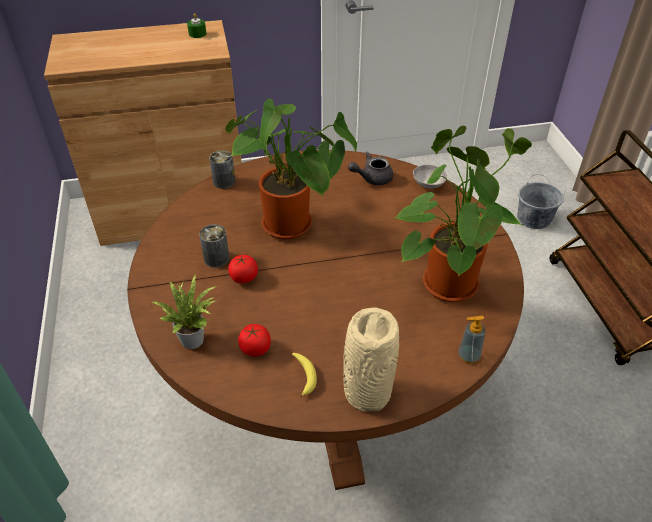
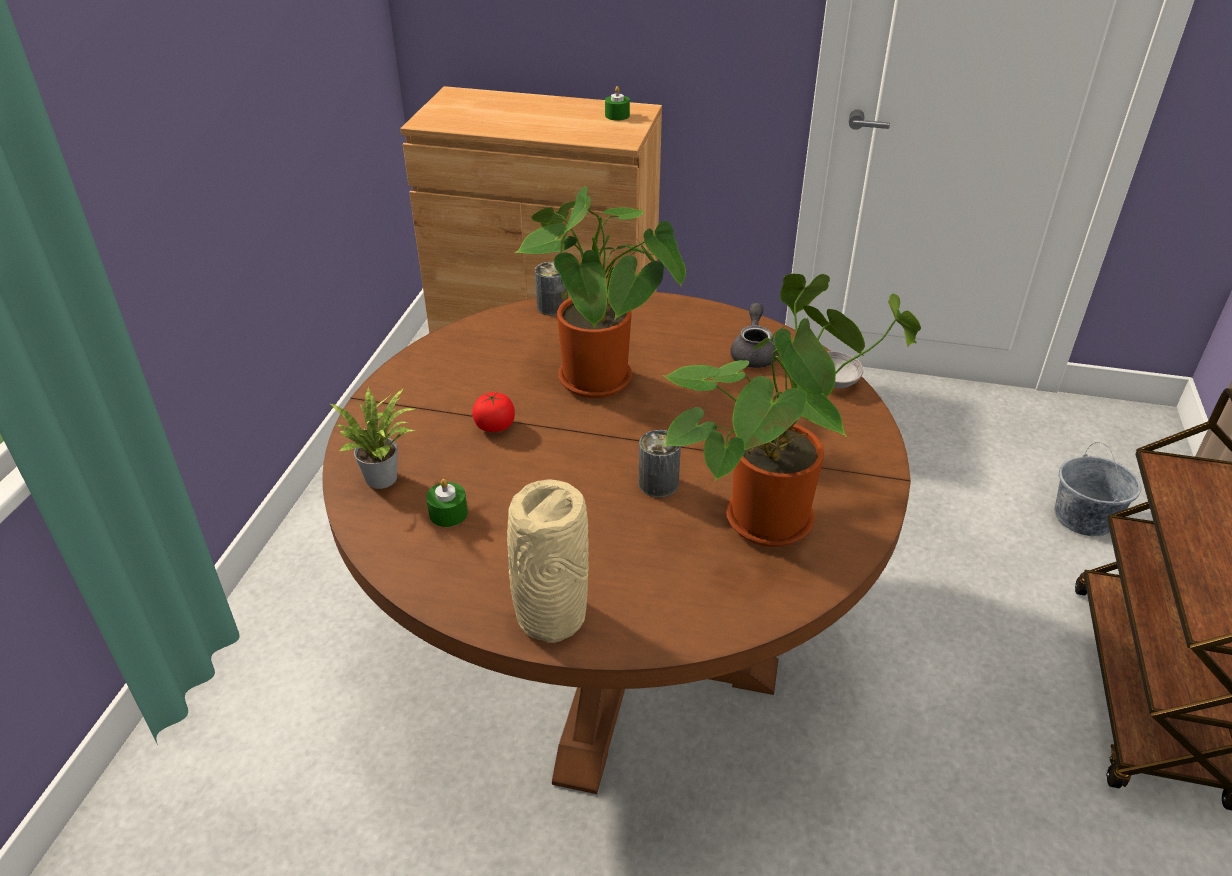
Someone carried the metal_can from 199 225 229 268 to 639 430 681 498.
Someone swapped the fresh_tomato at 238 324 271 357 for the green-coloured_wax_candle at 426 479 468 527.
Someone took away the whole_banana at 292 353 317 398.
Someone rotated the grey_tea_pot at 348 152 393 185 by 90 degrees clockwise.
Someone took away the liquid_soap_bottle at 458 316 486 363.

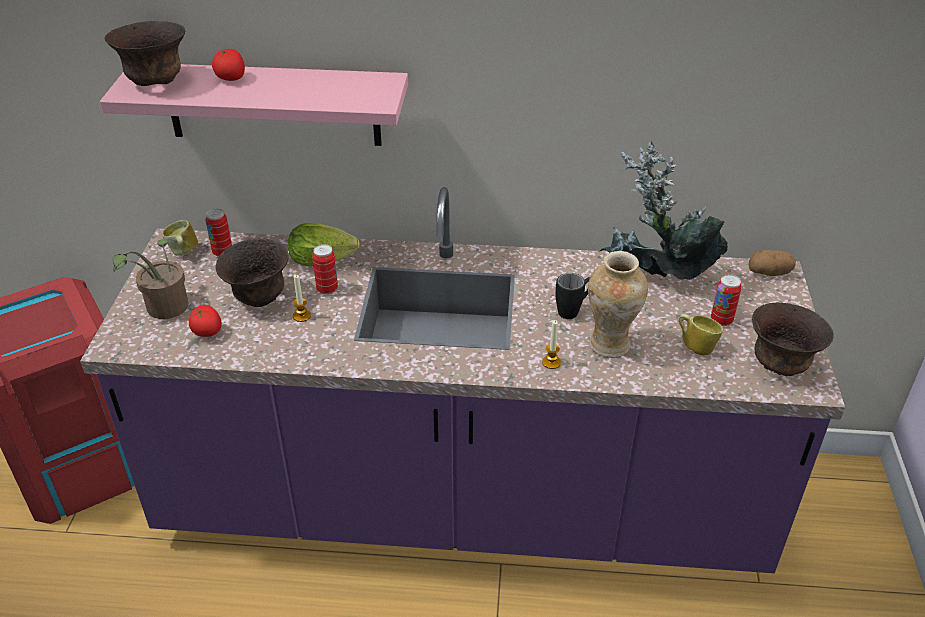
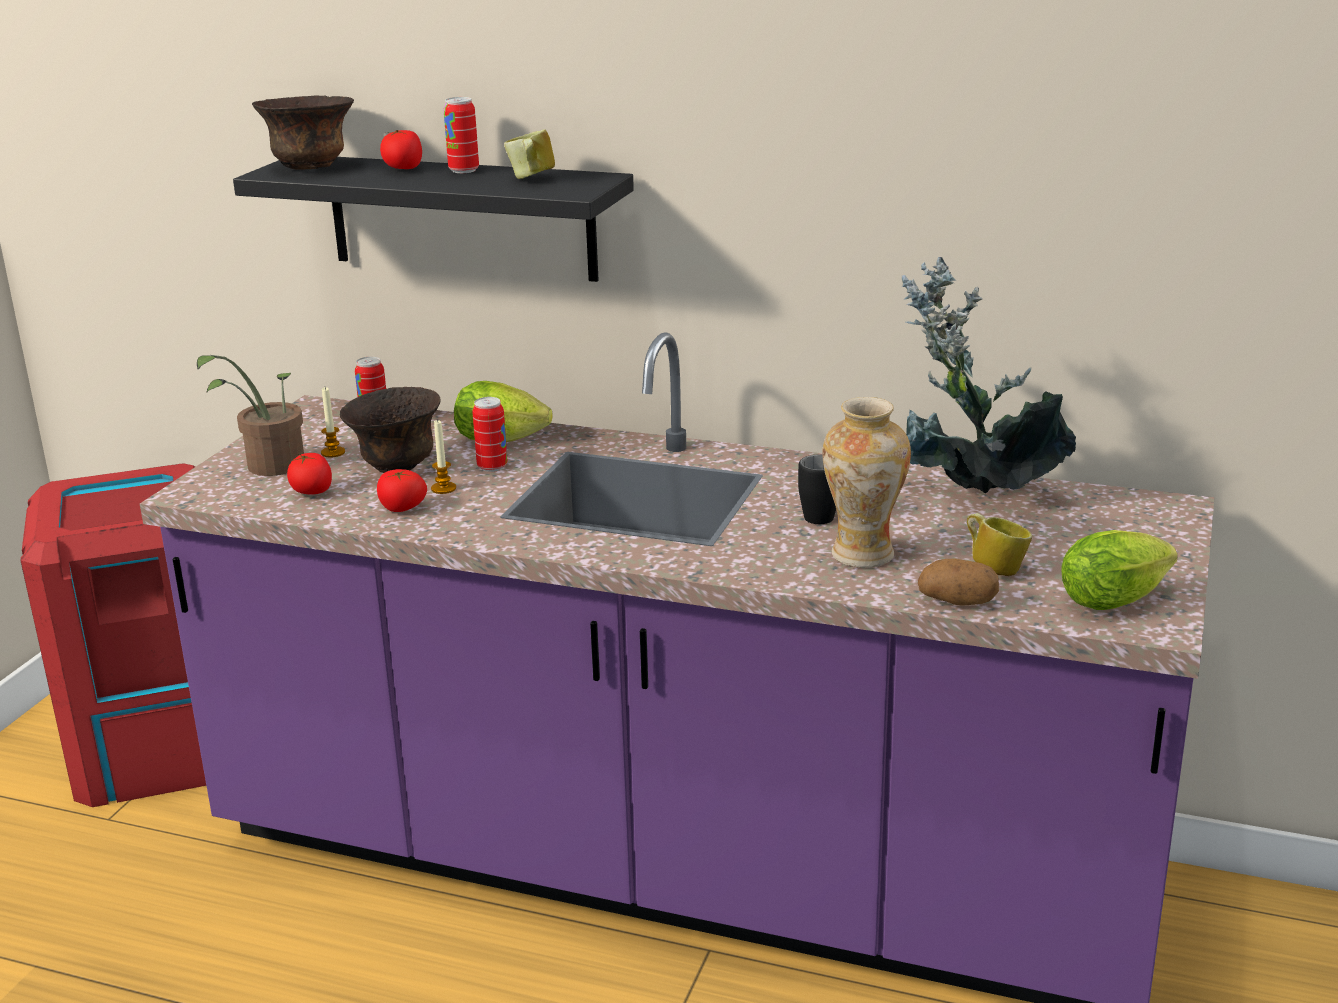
Someone repainted the pinkish_shelf at 100 64 408 146, which became the black-coloured_shelf at 233 157 634 282.
Someone carried the mug from 162 220 198 256 to 504 130 555 179.
Someone carried the wax_candle from 542 320 561 369 to 321 387 345 457.
Someone carried the metal_can from 711 274 742 326 to 444 97 479 173.
Someone carried the potato from 749 250 796 276 to 918 559 999 606.
Someone swapped the brown-coloured_bowl at 752 303 834 376 for the lettuce at 1061 530 1178 610.
Someone put down the fresh_tomato at 377 469 427 512.

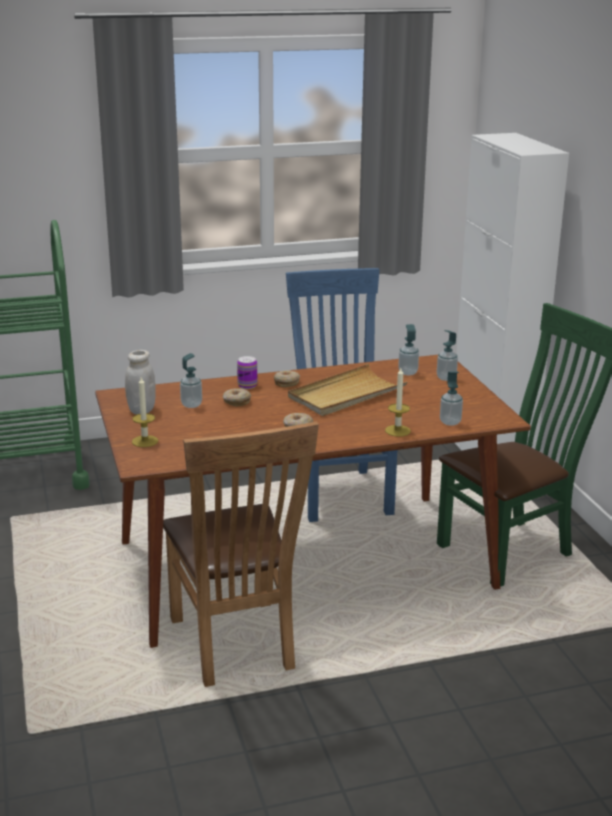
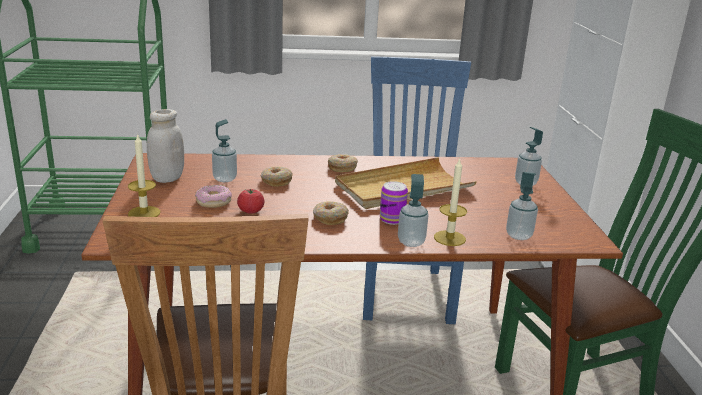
Someone carried the metal_can from 237 356 257 389 to 380 181 408 225.
Someone carried the liquid_soap_bottle from 398 324 419 375 to 398 174 429 247.
Someone put down the donut at 195 185 232 208.
Someone put down the fresh_tomato at 237 189 265 214.

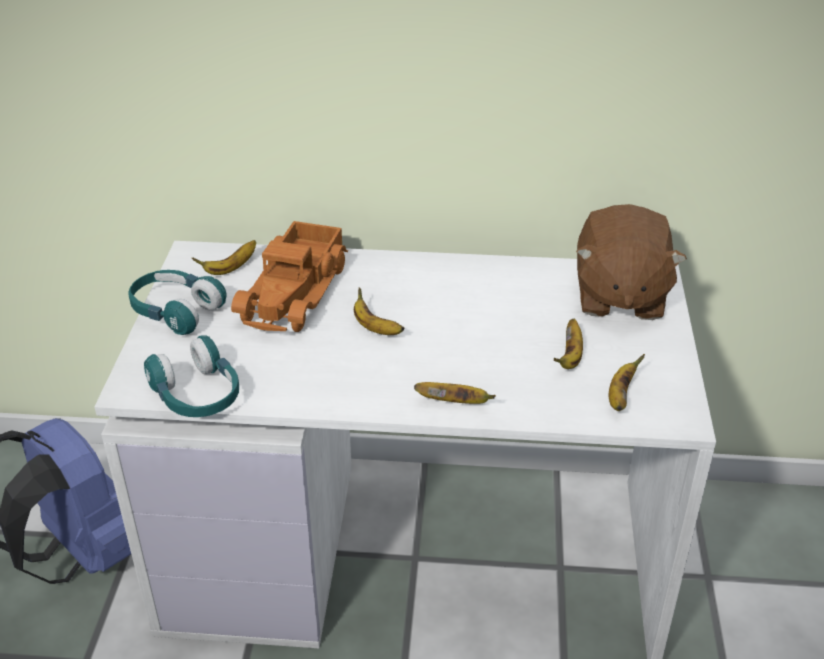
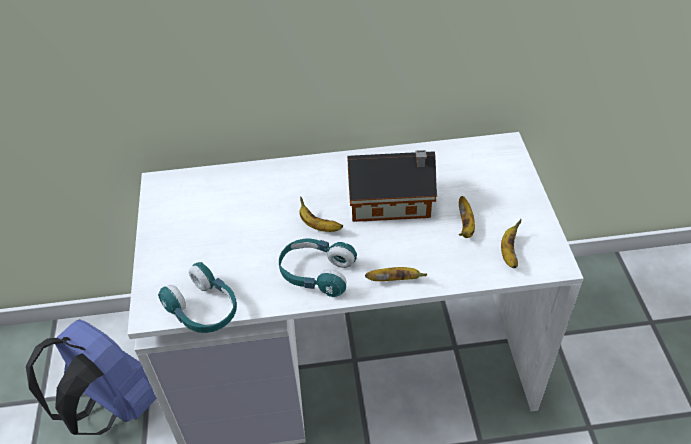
Someone carried the blue-green_headphones from 129 270 226 335 to 279 239 357 297.
Someone took away the whole_banana at 192 240 256 275.
Someone took away the toy_lorry at 231 221 348 332.
Someone took away the brown-coloured_plush_toy at 576 204 687 320.
Someone put down the toy_house at 347 150 437 222.

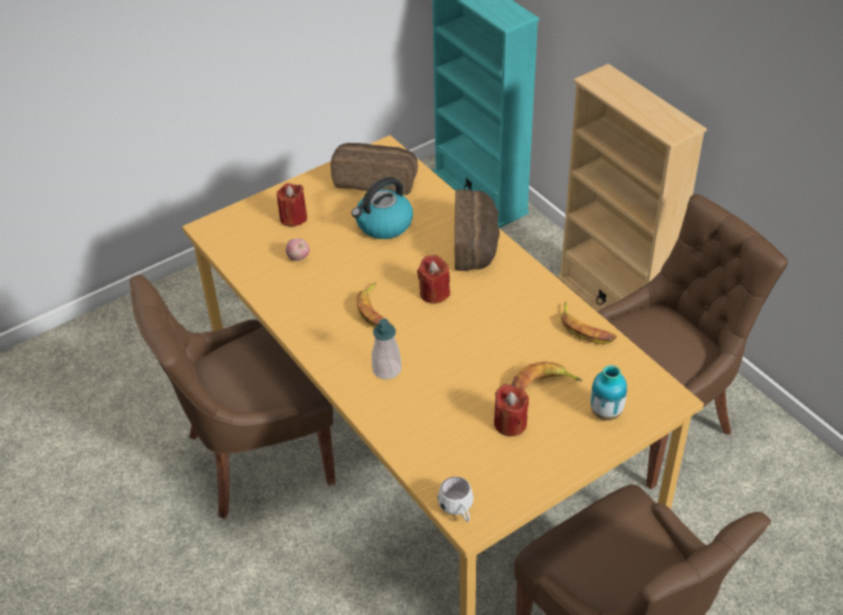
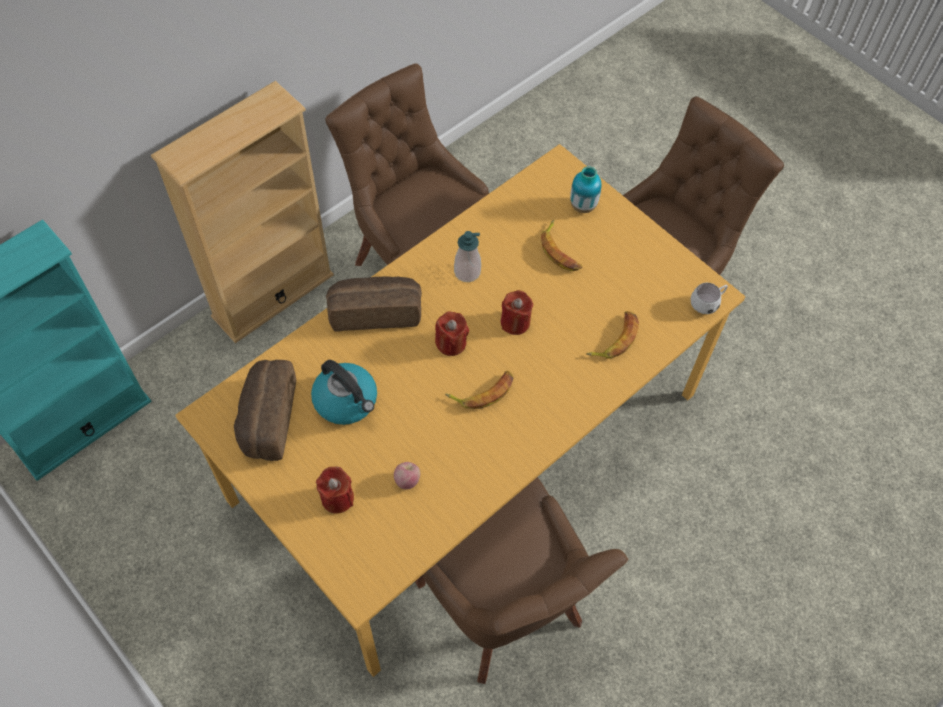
Someone carried the liquid_soap_bottle from 372 319 402 380 to 454 231 481 282.
Someone carried the reddish_wax_candle from 494 384 529 436 to 501 290 533 335.
Someone carried the whole_banana from 560 301 617 344 to 586 311 639 359.

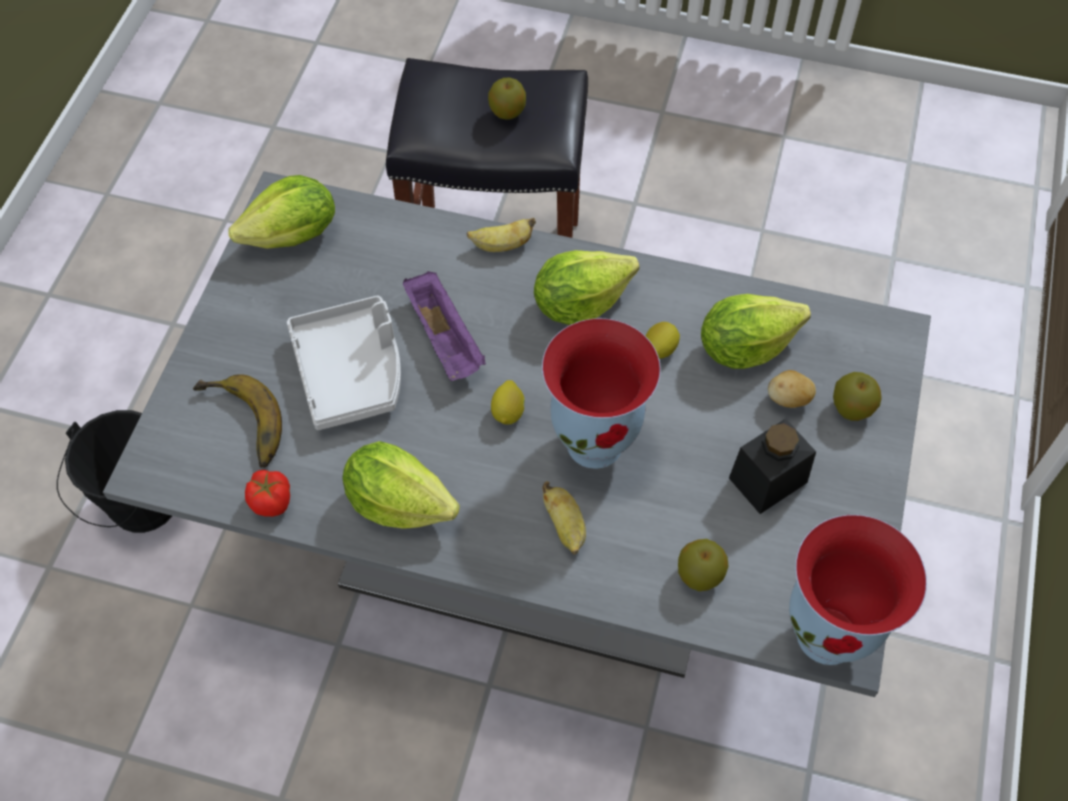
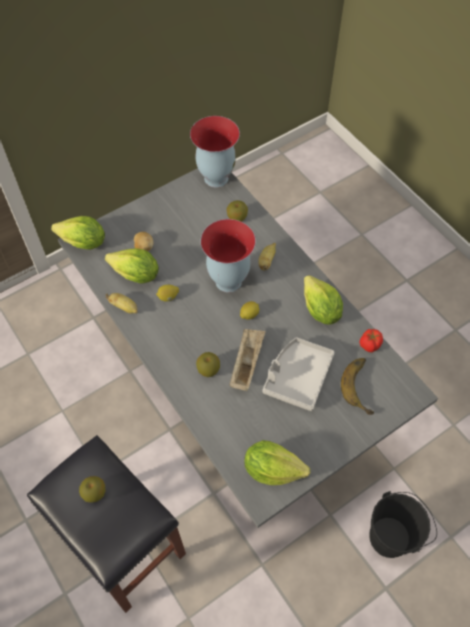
Someone repainted the purple_carrying_tray at 403 271 486 381, which became the beige_carrying_tray at 229 329 265 391.
Someone carried the whole_banana from 467 218 536 252 to 106 293 138 314.
Someone carried the lettuce from 534 250 639 325 to 51 216 105 250.
Someone took away the black-coloured_storage_jar at 729 419 816 514.
Someone carried the apple from 833 372 882 421 to 196 352 220 377.

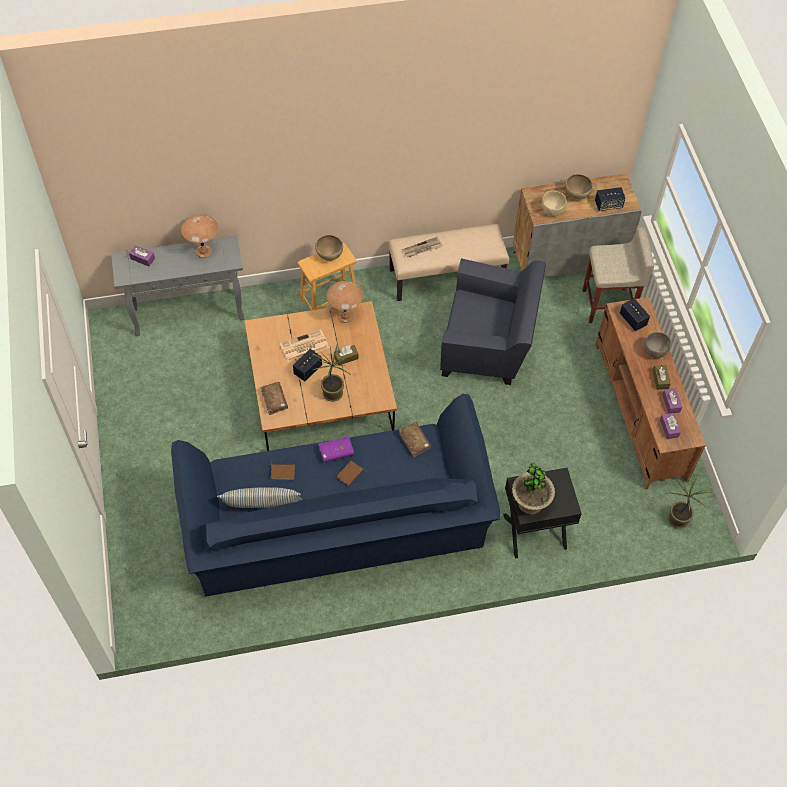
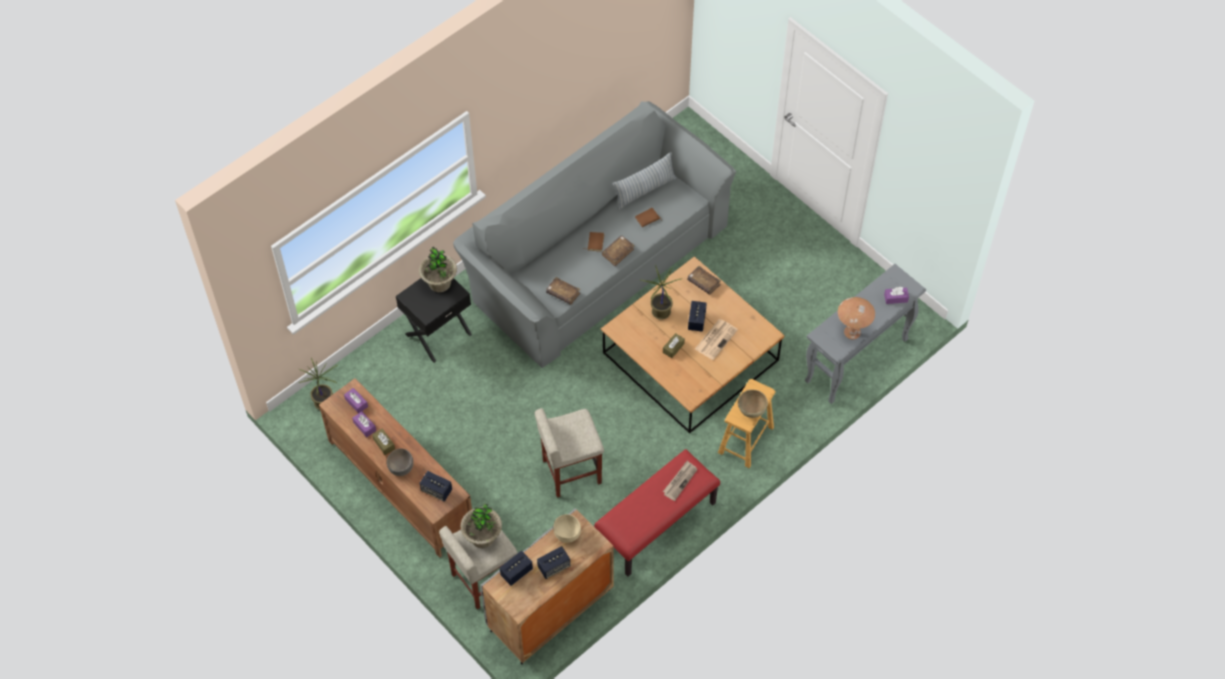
Someone repainted the blue_settee at 171 394 500 597, which became the grey_settee at 453 101 736 368.
Someone repainted the purple_bound_book at 318 436 354 463, which became the brown-coloured_bound_book at 602 236 635 266.
Someone took away the brown-coloured_lamp_for_a_table at 326 281 363 323.
Someone repainted the beige_bench at 388 224 509 301, which became the reddish_bench at 594 449 720 577.
Someone swapped the blue_easy_chair at 440 258 546 385 for the beige_stool_seat at 535 408 604 498.
Someone swapped the brown-coloured_bowl at 565 174 593 200 for the audio_speaker at 537 546 570 579.
Someone put down the plant_in_a_pot at 460 504 502 548.

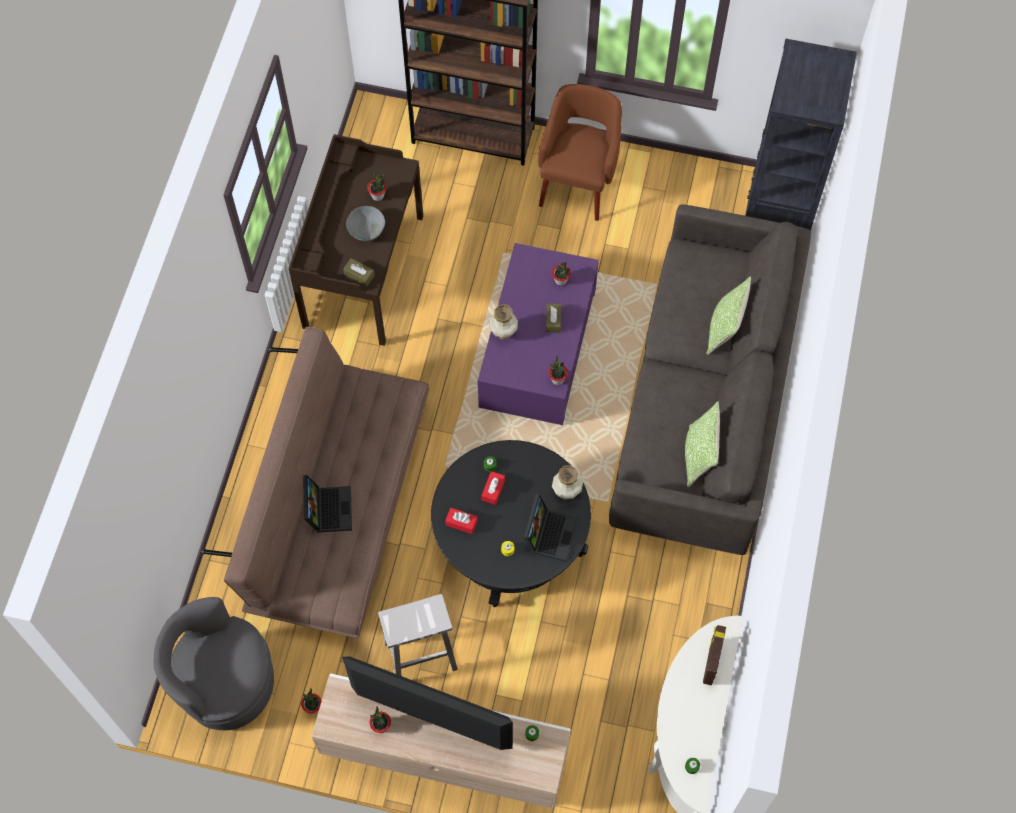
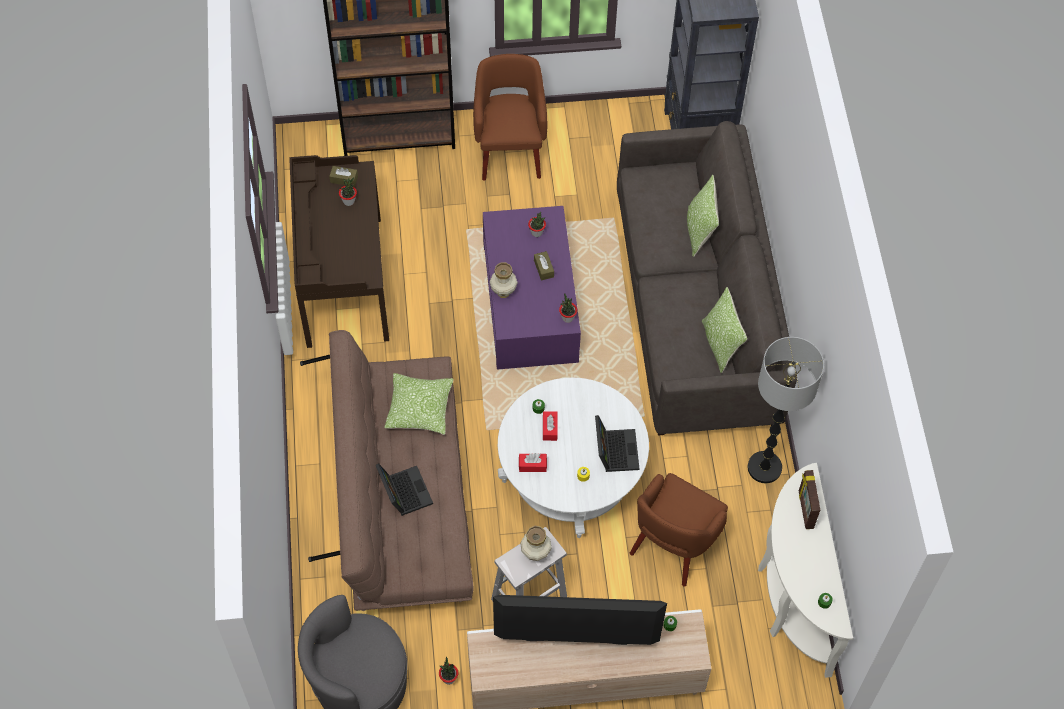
Someone carried the brown-coloured_tissue_box from 343 258 375 286 to 329 166 358 187.
Someone took away the grey_bowl at 346 206 385 242.
Someone took away the plant_in_a_pot at 369 707 391 733.
Someone repainted the black-coloured_lounge_table at 431 440 591 607, which became the white_lounge_table at 498 378 649 538.
Someone carried the decorative_vase from 552 465 583 499 to 520 526 552 561.
Someone put down the throw_pillow at 384 373 454 435.
Someone put down the brown-coloured_easy_chair at 630 473 728 587.
Someone put down the standing_lamp at 748 337 824 483.

